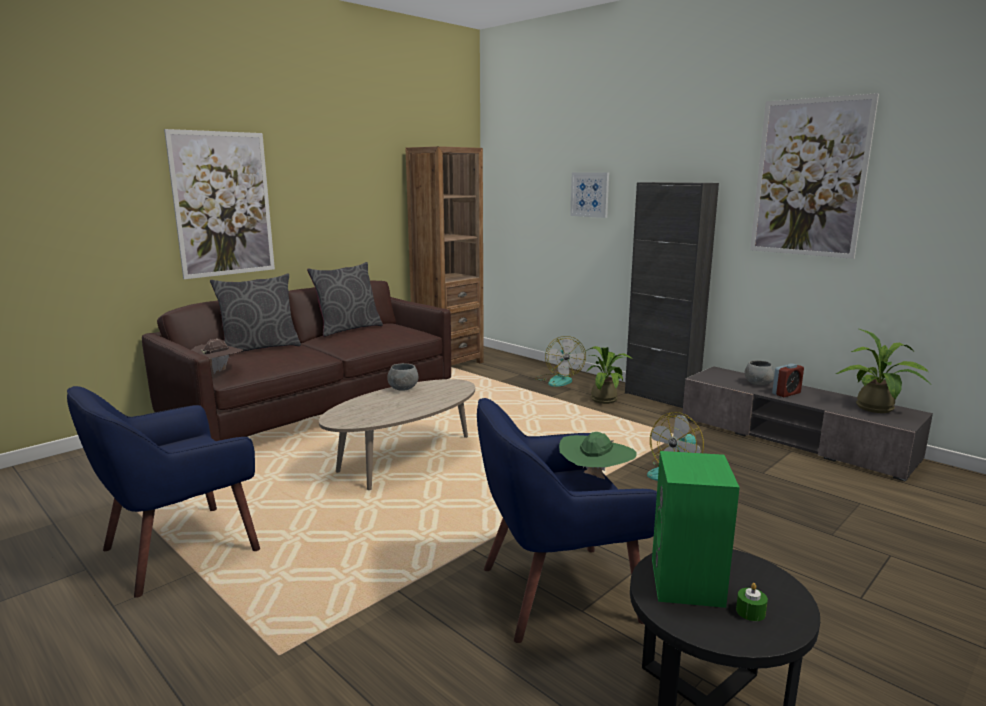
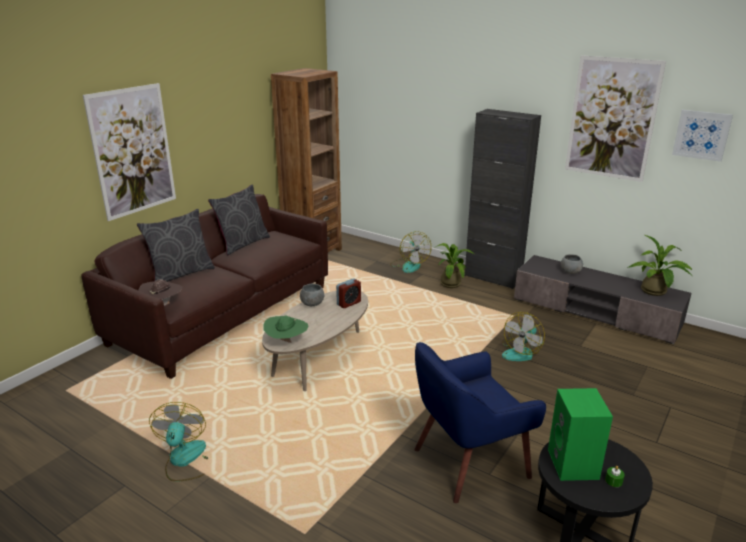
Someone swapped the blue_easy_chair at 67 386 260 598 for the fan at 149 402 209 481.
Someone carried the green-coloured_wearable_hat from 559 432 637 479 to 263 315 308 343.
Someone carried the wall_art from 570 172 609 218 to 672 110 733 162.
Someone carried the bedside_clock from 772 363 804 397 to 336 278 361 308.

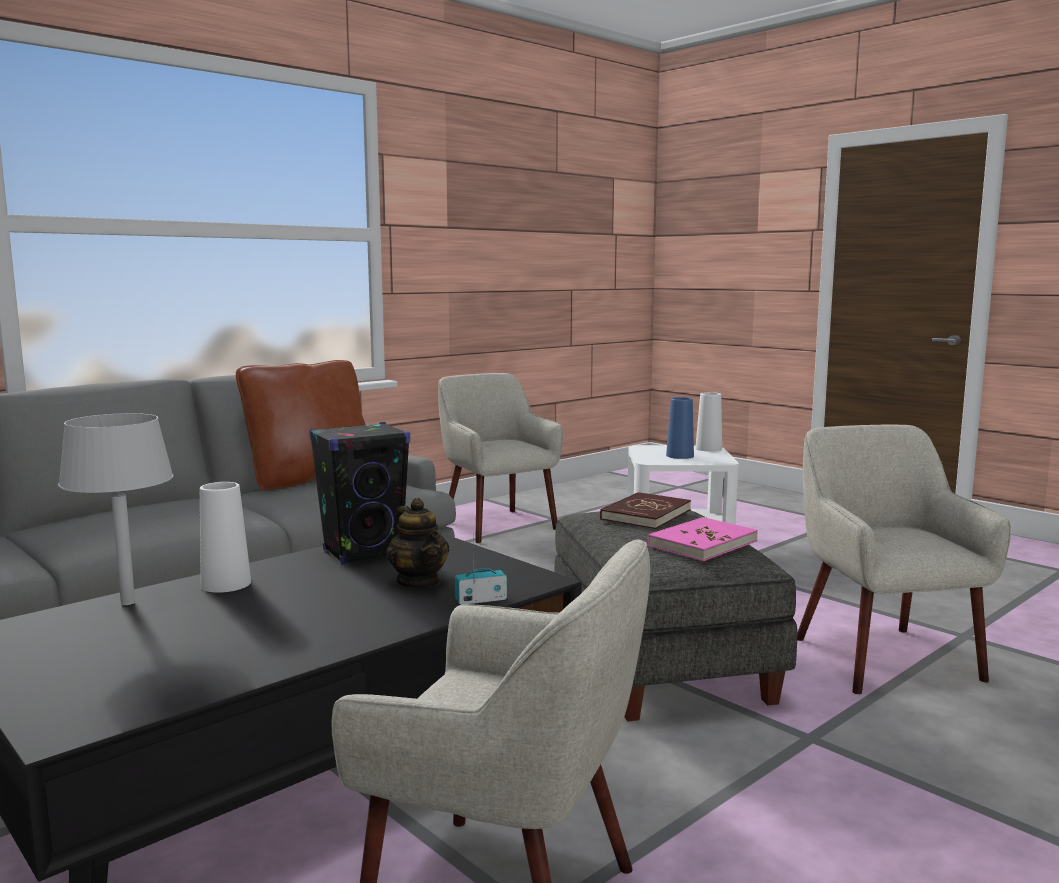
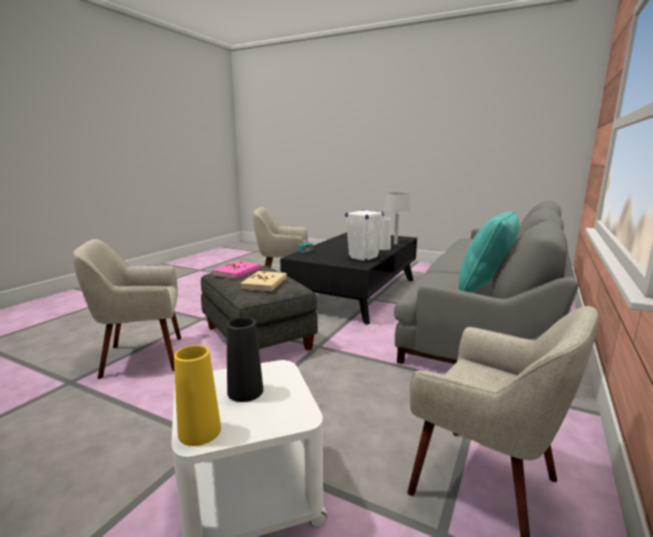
Someone repainted the brown-coloured_throw_pillow at 236 360 366 490, which became the blue-green_throw_pillow at 458 211 519 293.
Someone repainted the black-coloured_audio_speaker at 309 422 410 565, which became the white_audio_speaker at 345 210 384 262.
Someone took away the tea_pot at 386 498 449 588.
Someone repainted the reddish_bound_book at 600 492 691 529, which became the beige_bound_book at 240 271 287 291.
Someone repainted the blue_decorative_vase at 666 397 694 459, which became the black-coloured_decorative_vase at 226 317 263 402.
Someone repainted the white_decorative_vase at 695 392 722 452, which became the yellow_decorative_vase at 174 345 221 446.
Someone rotated the beige_easy_chair at 797 425 1011 694 by 105 degrees clockwise.

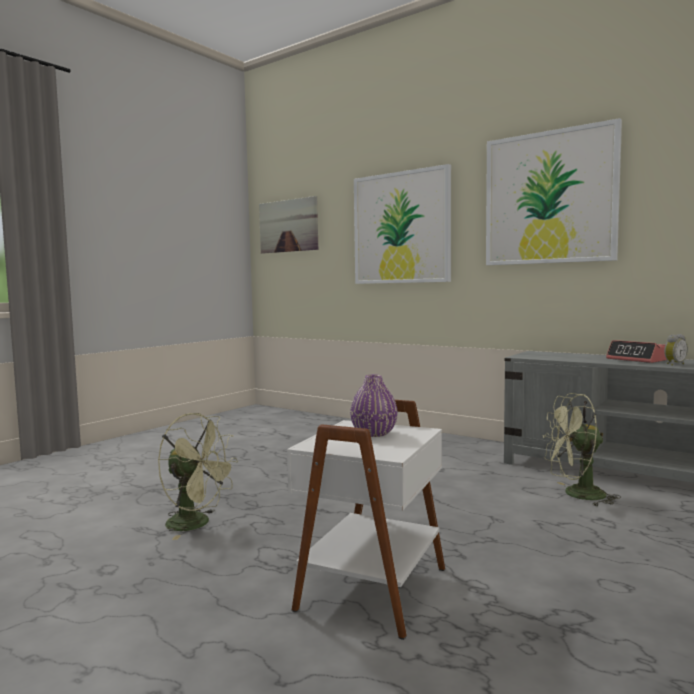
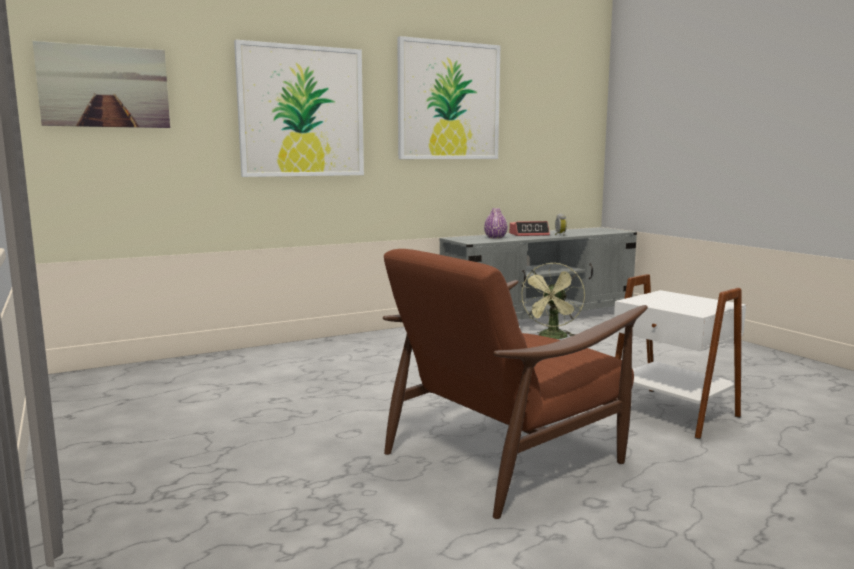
Someone swapped the green-coloured_fan at 158 413 238 540 for the brown-coloured_easy_chair at 383 249 648 519.
Someone carried the purple_decorative_vase from 350 374 398 437 to 484 208 508 239.

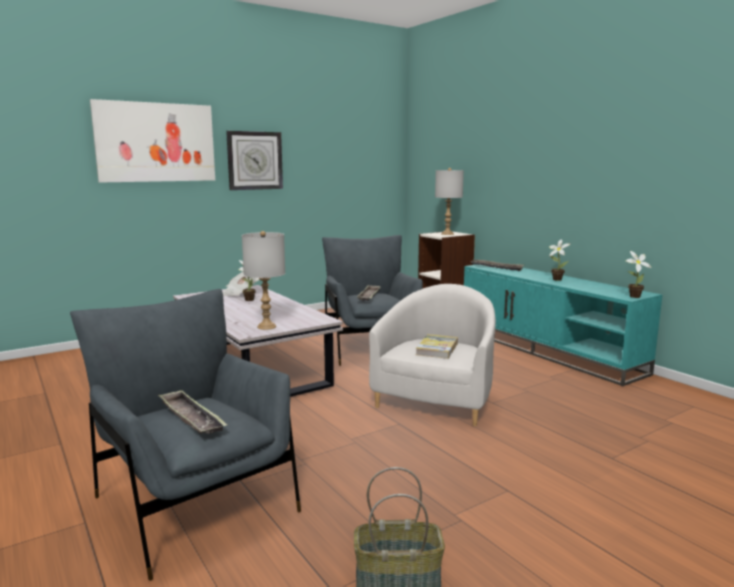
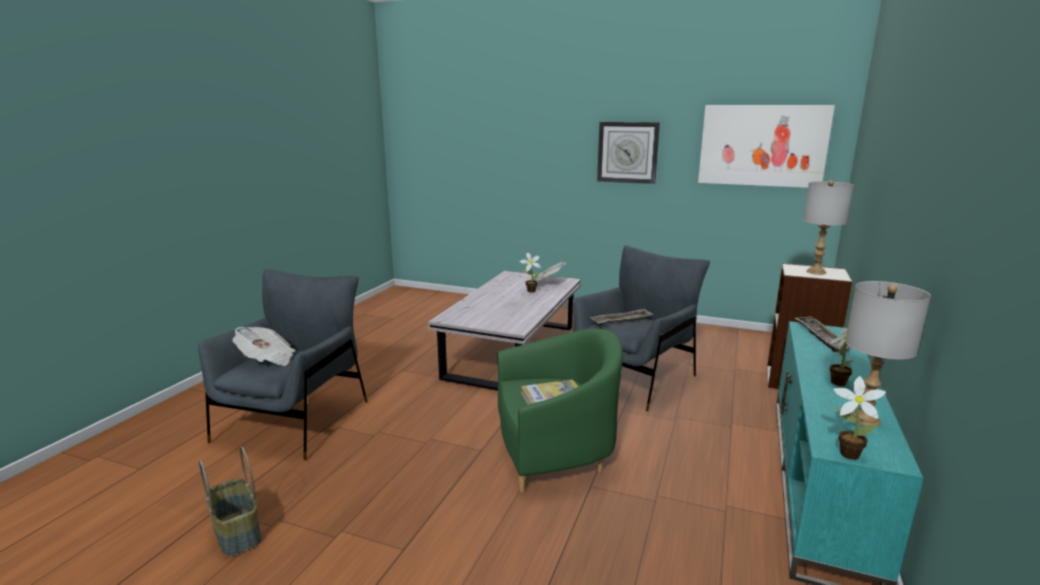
Someone carried the wall_art from 90 99 215 183 to 698 105 835 188.
Someone swapped the carrying_tray at 158 390 228 434 for the newspaper at 232 327 295 366.
Someone carried the grey_lamp_for_a_table from 242 231 285 330 to 845 281 931 427.
Someone repainted the white_easy_chair at 369 284 496 426, which became the green-coloured_easy_chair at 497 329 623 493.

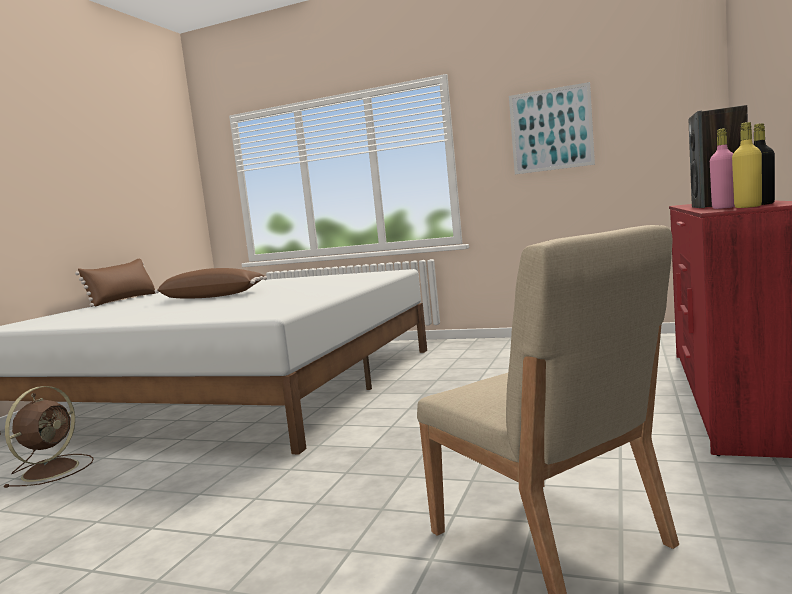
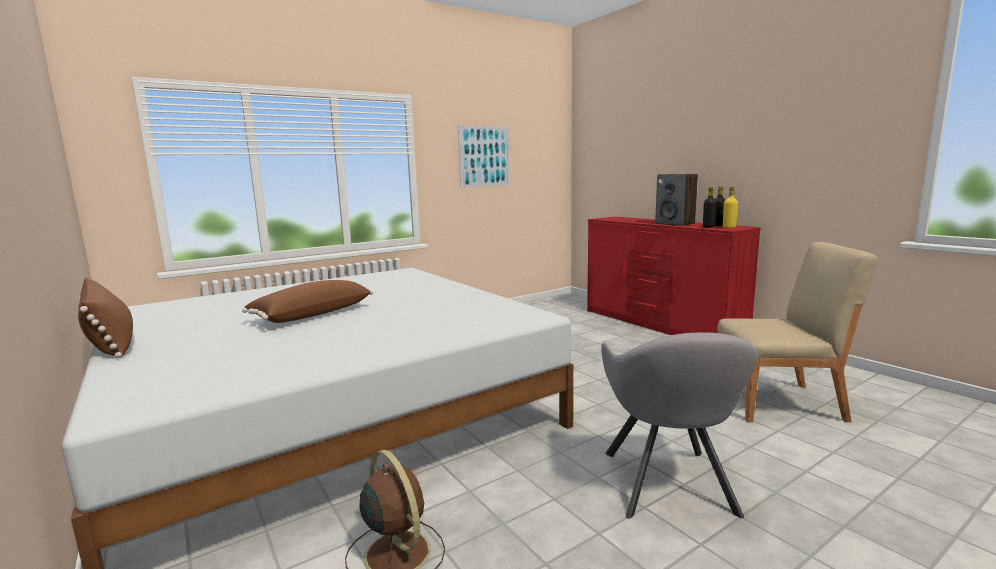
Someone repainted the pinkish_bottle at 710 128 735 209, which became the black-coloured_bottle at 703 187 717 228.
Someone put down the grey_easy_chair at 601 333 758 519.

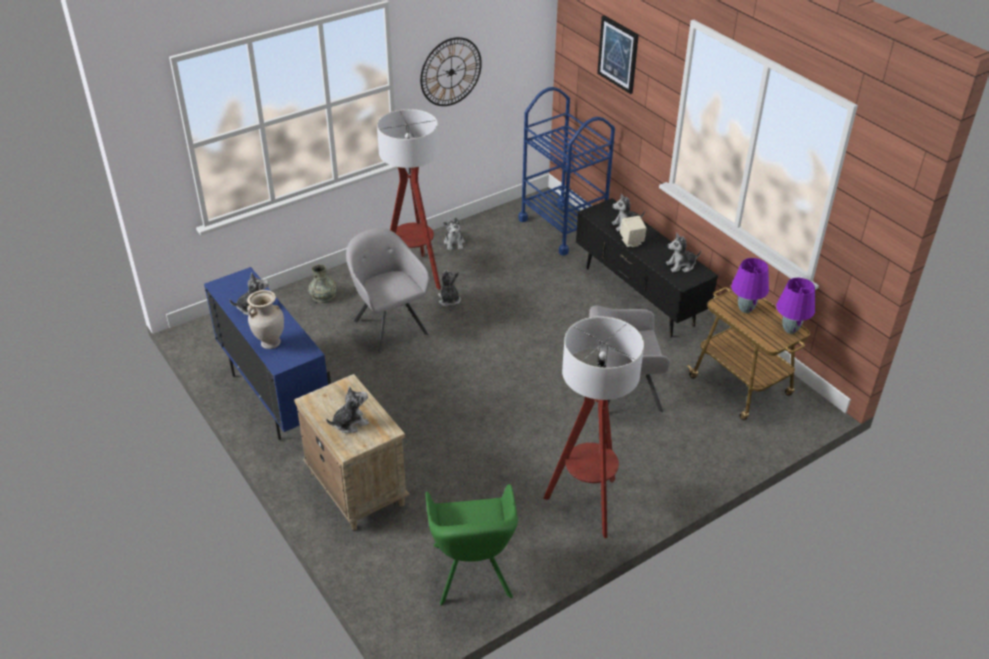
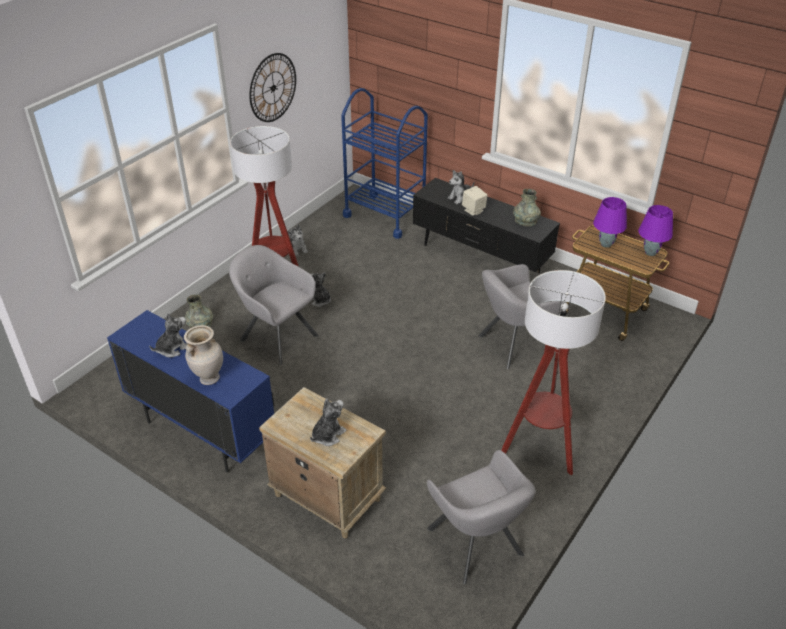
Someone repainted the green-coloured_easy_chair at 426 484 518 606, which became the grey_easy_chair at 427 450 536 584.
Someone took away the wall_art at 597 16 639 94.
Someone swapped the plush_toy at 666 233 701 272 for the grey_decorative_vase at 513 189 541 227.

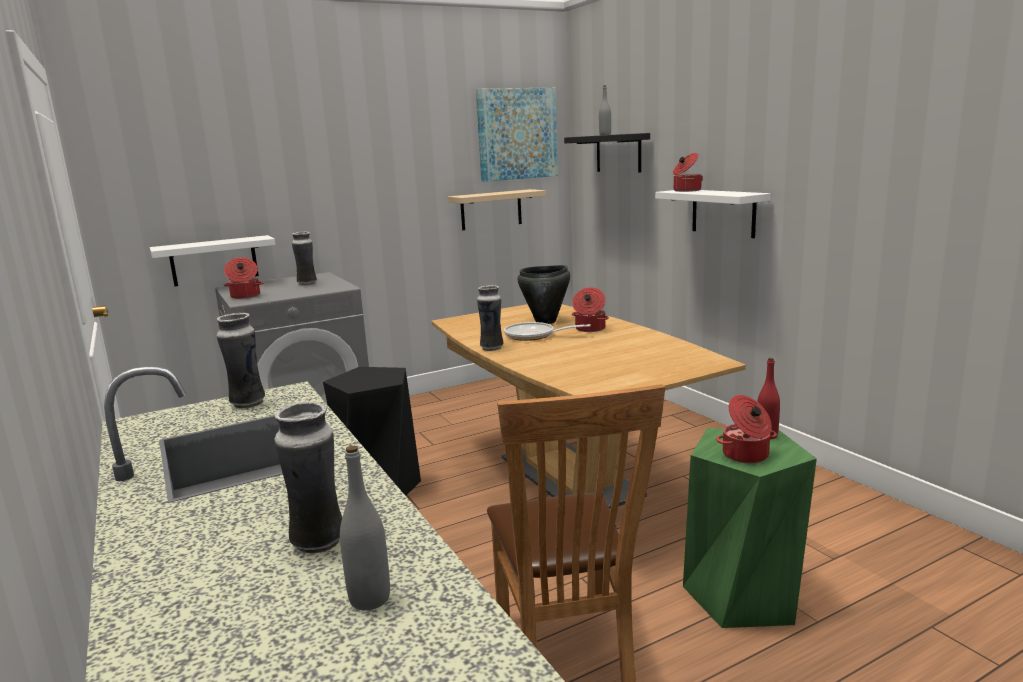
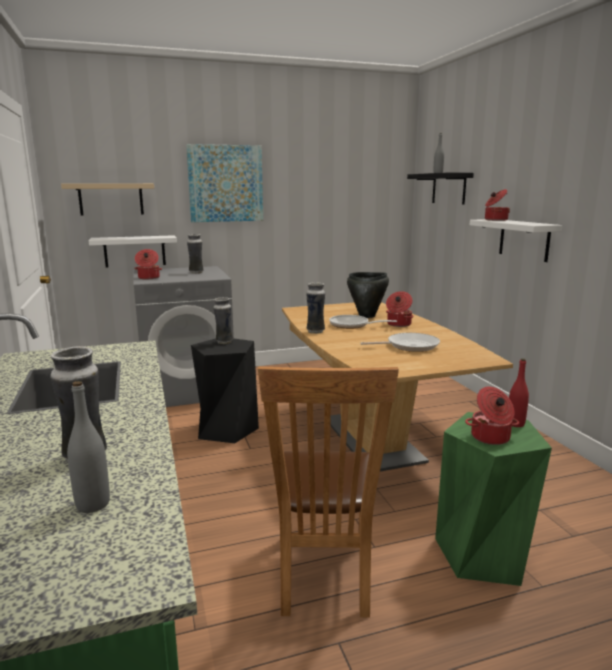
Someone carried the decorative_vase from 217 313 265 408 to 213 297 233 344.
Someone carried the beige_shelf from 448 189 546 230 to 61 183 154 216.
Someone carried the wall_art from 476 88 558 182 to 186 144 263 222.
Someone put down the pan at 361 333 440 352.

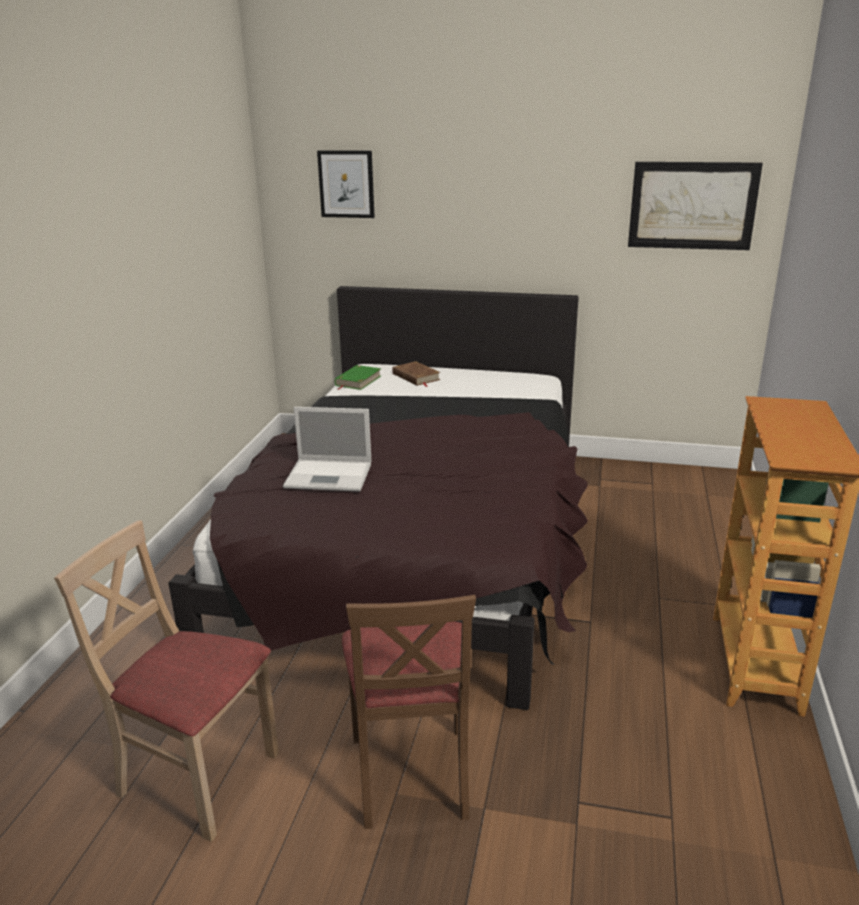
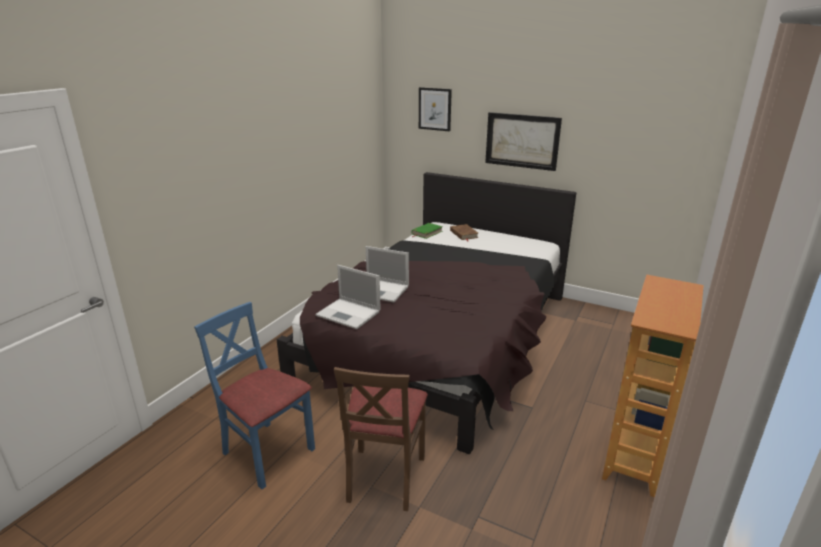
Someone repainted the beige_upright_chair at 54 520 279 842, which became the blue_upright_chair at 194 302 315 489.
Someone carried the wall_art from 628 162 763 250 to 485 112 562 171.
Someone put down the notebook_computer at 315 265 381 329.

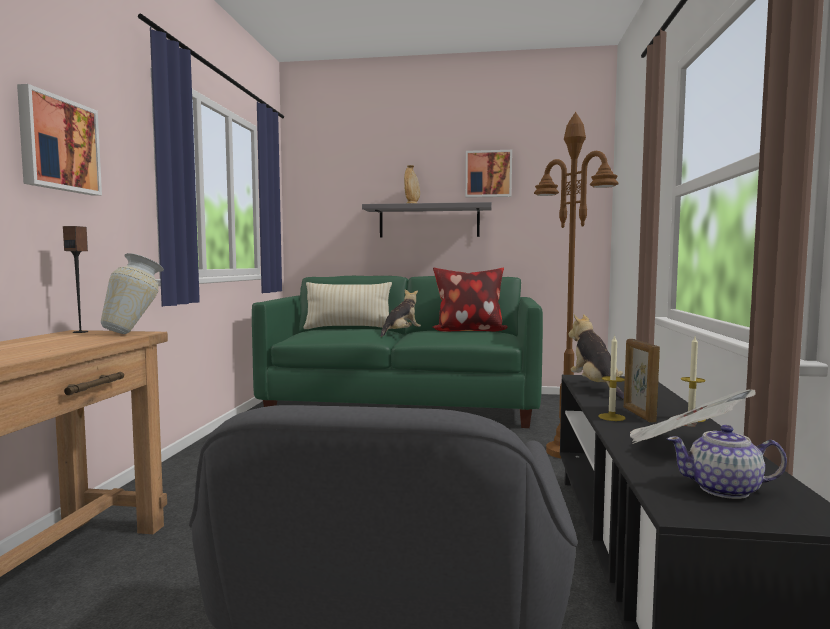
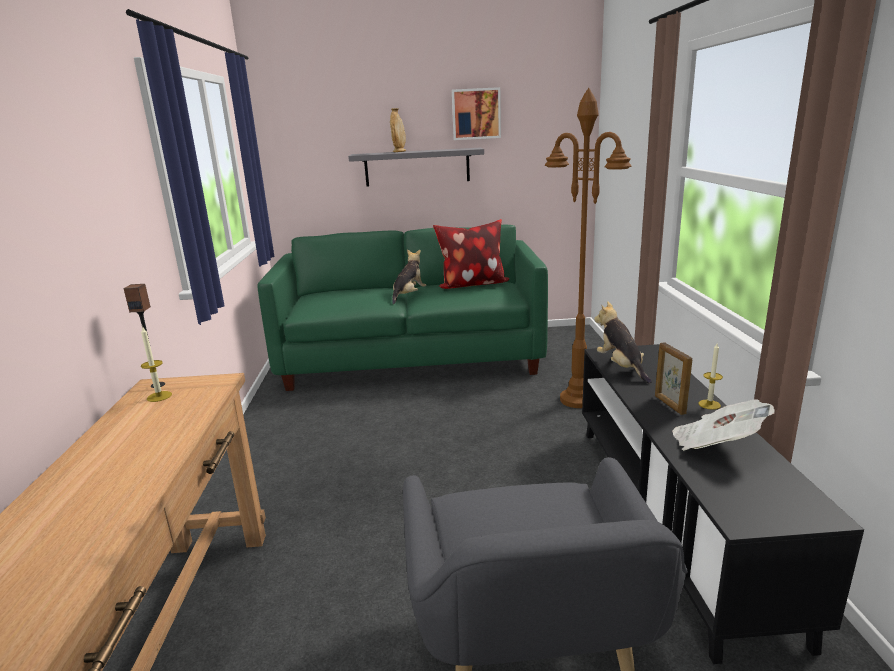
Someone took away the wall_art at 17 84 102 196.
Someone took away the decorative_vase at 101 253 164 334.
Someone took away the beige_throw_pillow at 304 282 392 329.
Someone carried the wax_candle from 598 335 626 421 to 141 326 172 402.
Someone took away the tea_pot at 667 425 787 499.

